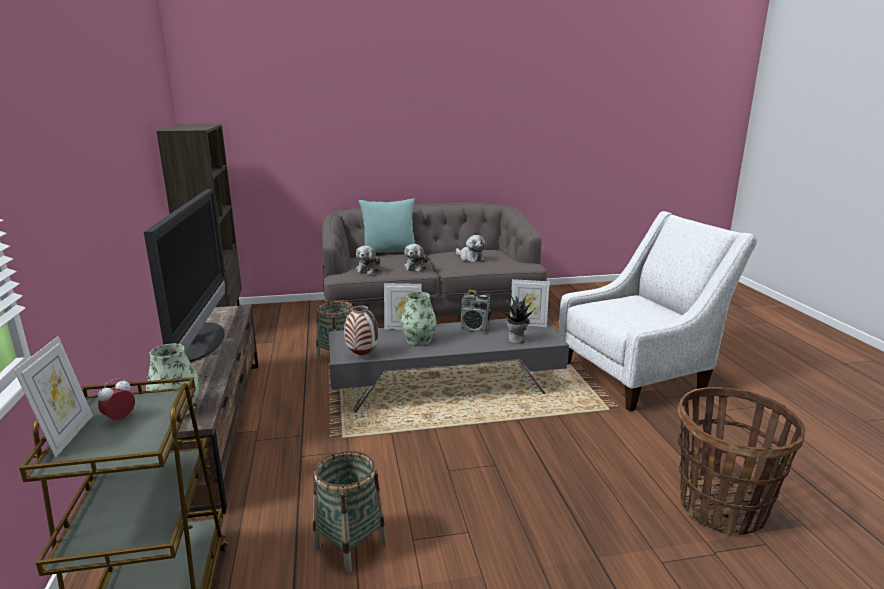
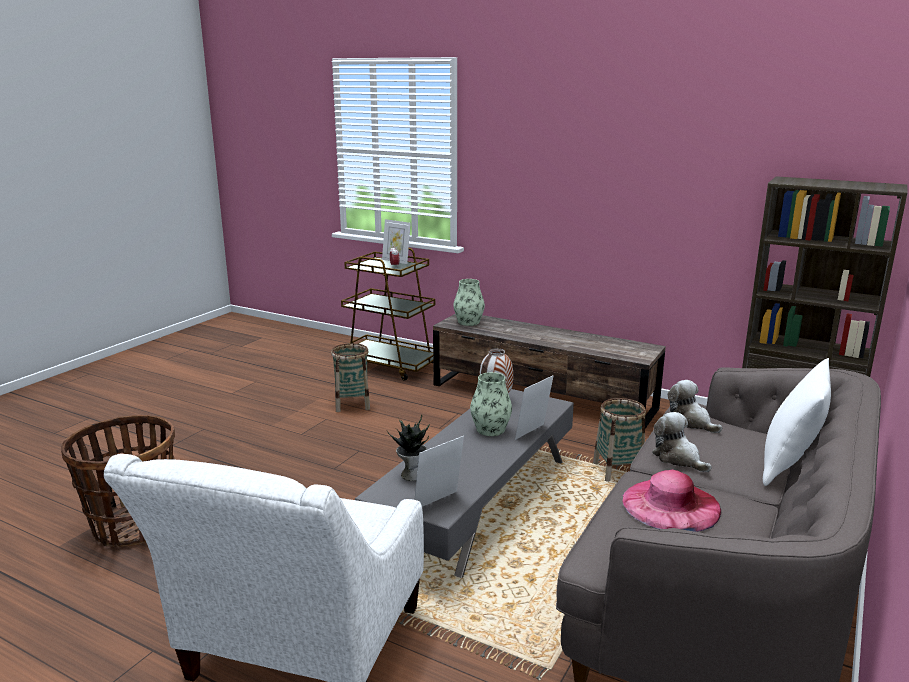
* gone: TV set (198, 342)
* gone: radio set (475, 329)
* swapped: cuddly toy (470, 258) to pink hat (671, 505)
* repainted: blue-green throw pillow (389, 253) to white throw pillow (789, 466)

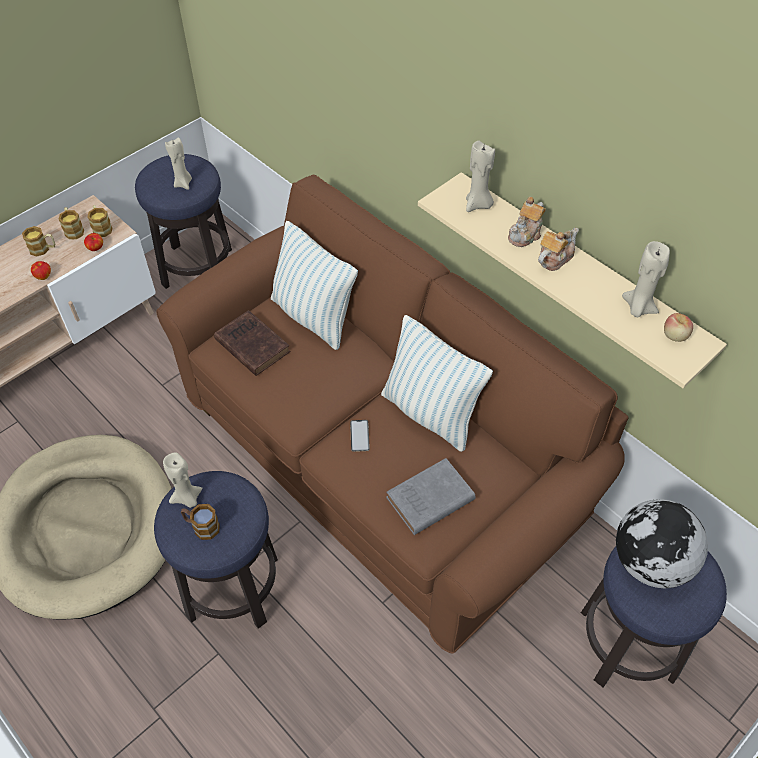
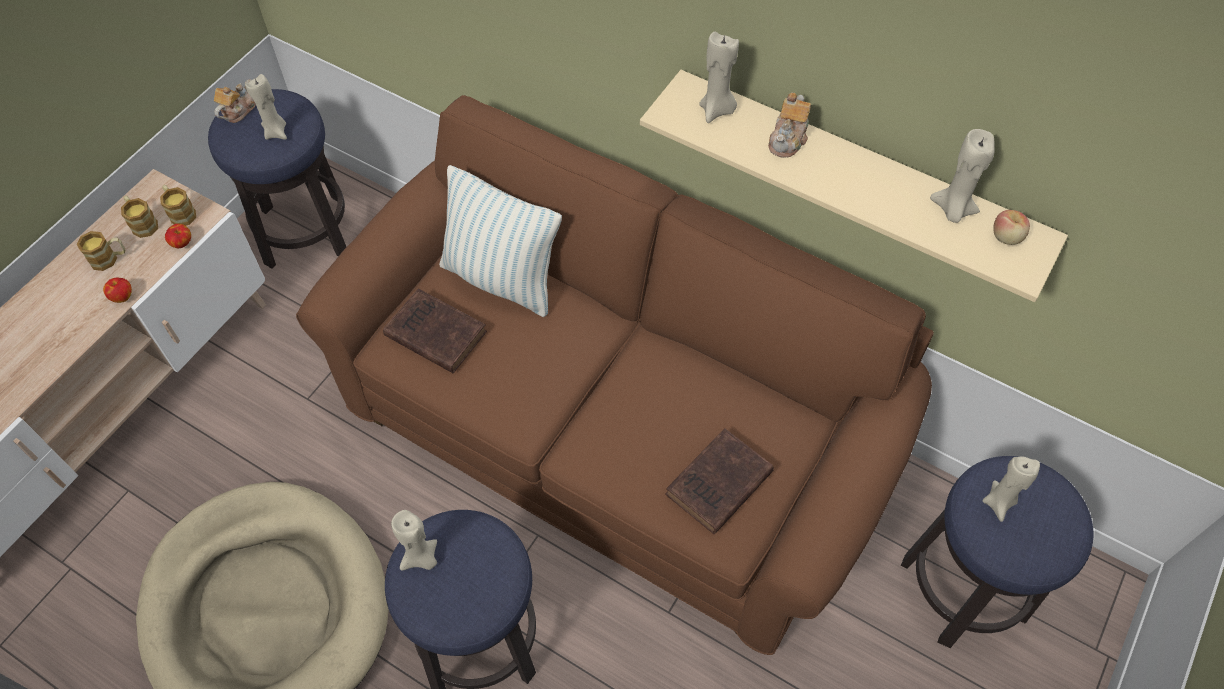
* gone: tea mug (201, 527)
* gone: handset (359, 435)
* gone: throw pillow (430, 413)
* shifted: teapot (554, 258) to (238, 111)
* swapped: desk globe (650, 562) to beige-coloured candle (999, 502)
* repainted: greyish volume (428, 500) to brown-coloured volume (717, 485)

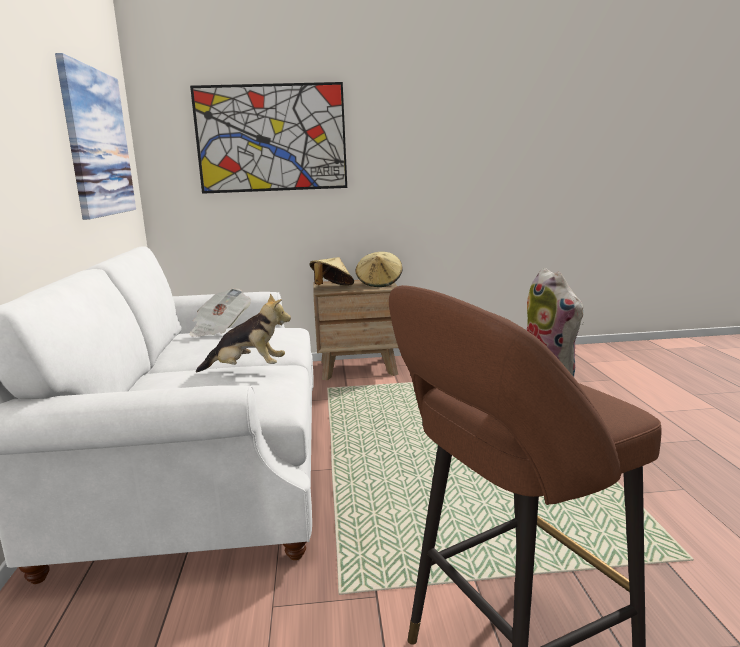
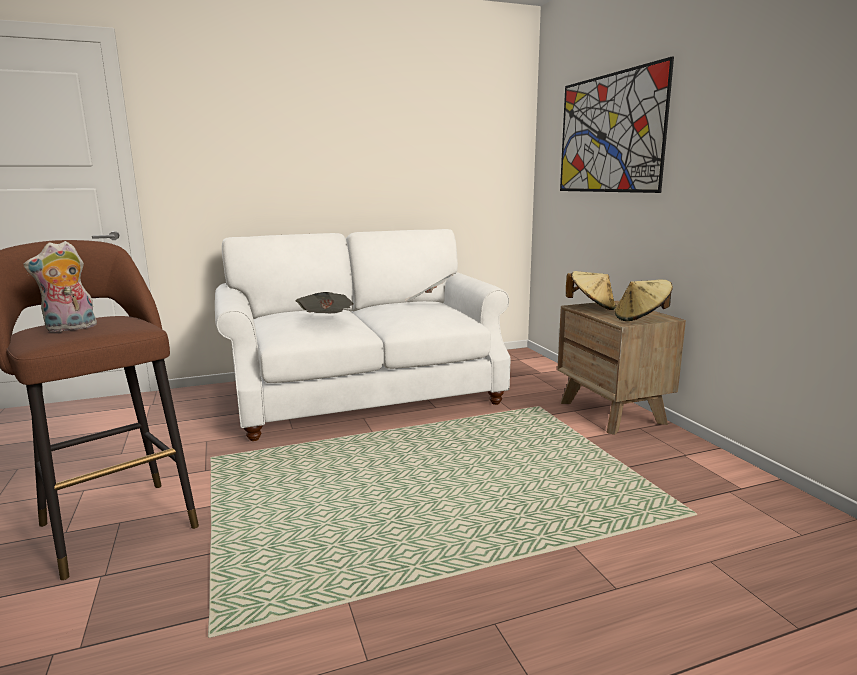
* gone: wall art (98, 143)
* swapped: cuddly toy (248, 369) to printed paper (326, 319)

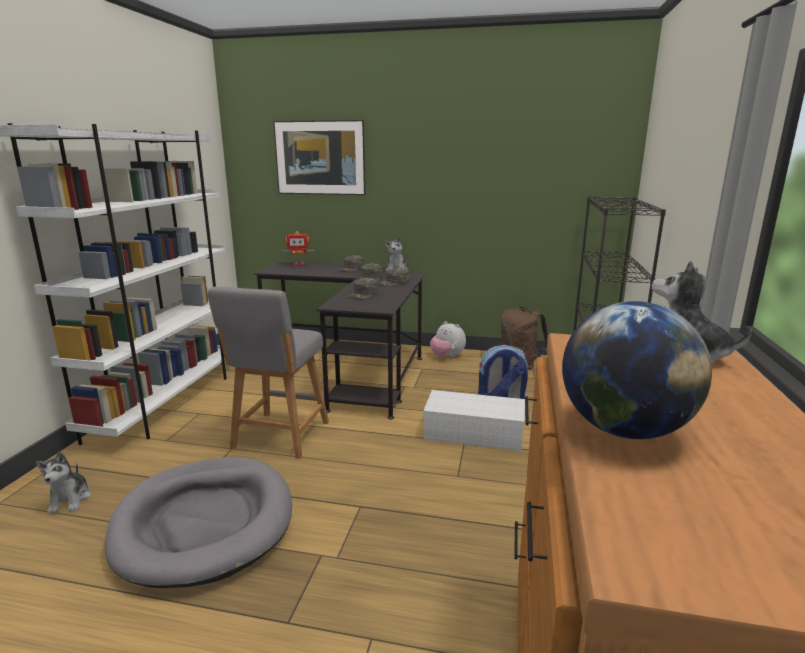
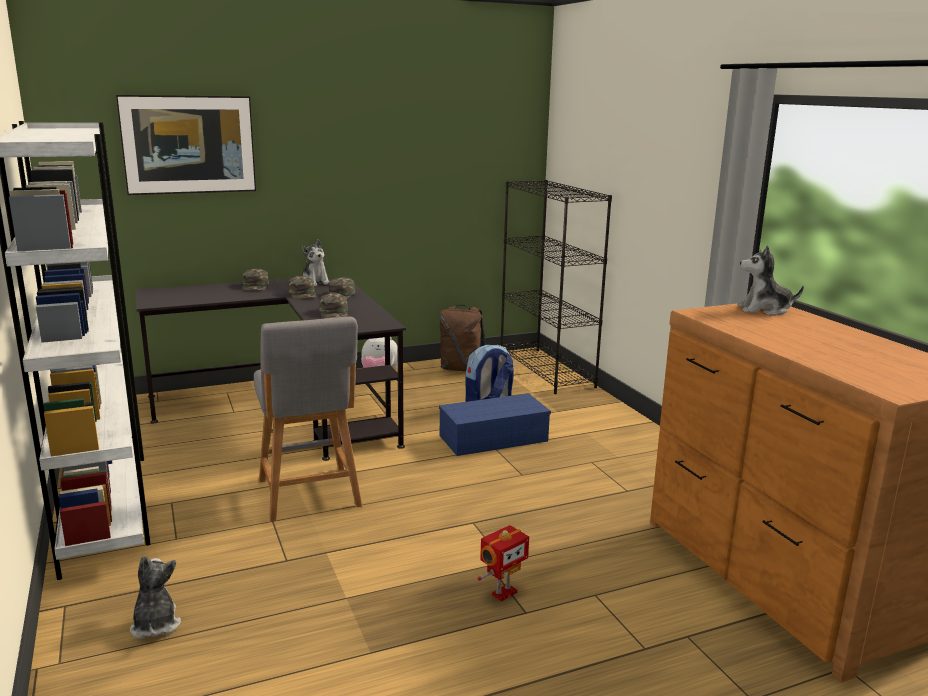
* gone: greyish pet bed (205, 523)
* gone: desk globe (624, 430)
* shifted: robot figure (299, 265) to (503, 592)
* repainted: white storage bin (475, 432) to blue-coloured storage bin (494, 437)
* rotated: cuddly toy (70, 499) = (155, 625) 150 degrees counterclockwise

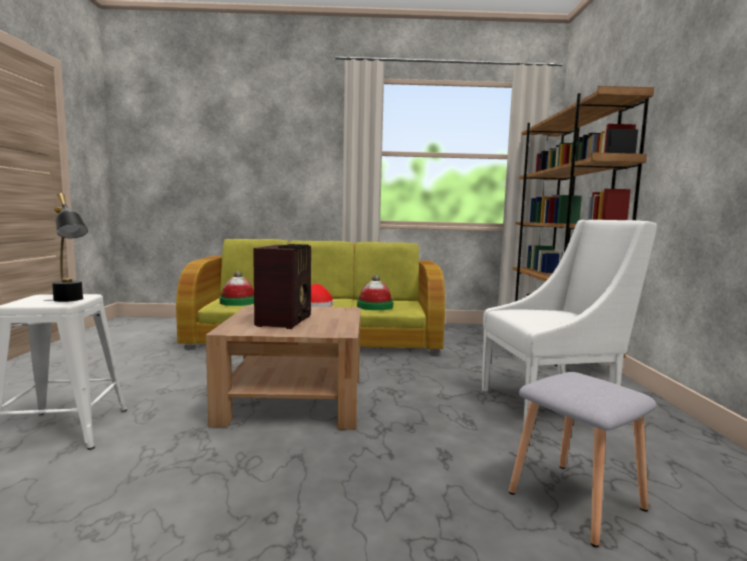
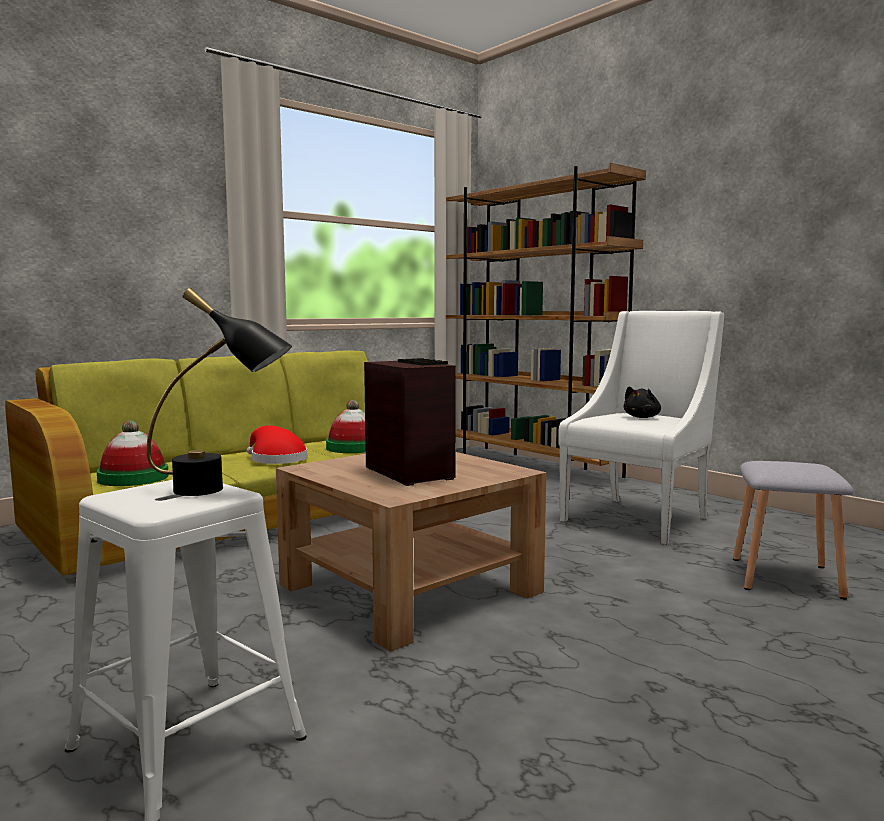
* new: blackish cuddly toy (642, 417)

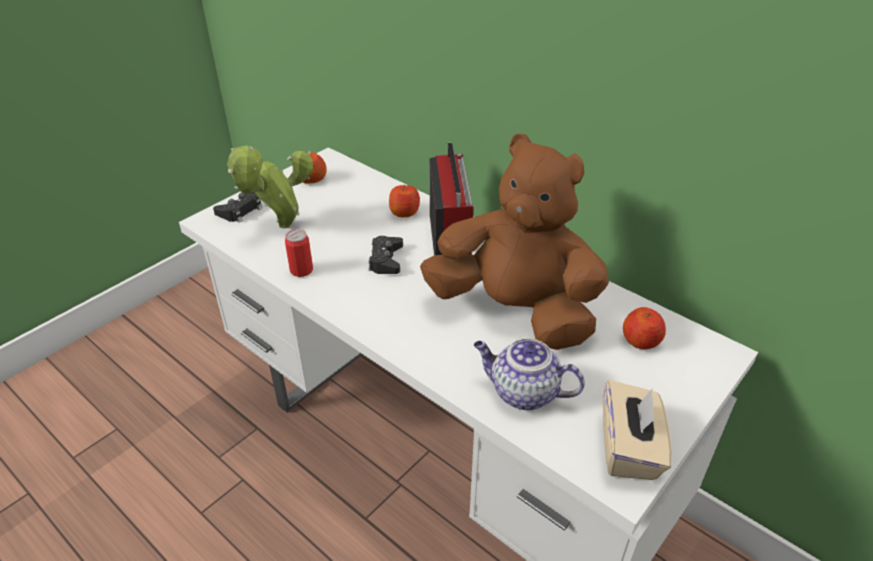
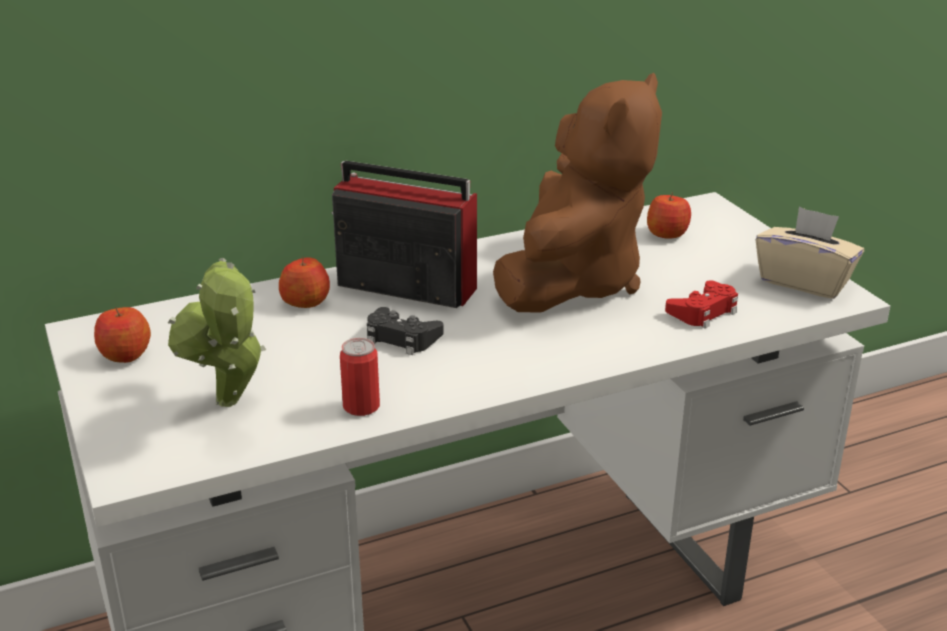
* gone: blackish game controller (240, 210)
* swapped: teapot (522, 392) to red game controller (703, 311)
* rotated: brown-coloured cuddly toy (515, 311) = (572, 282) 150 degrees clockwise

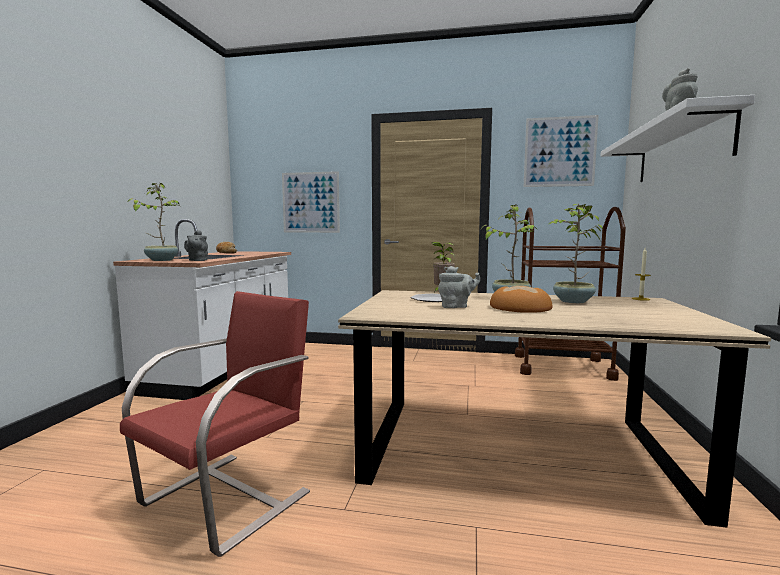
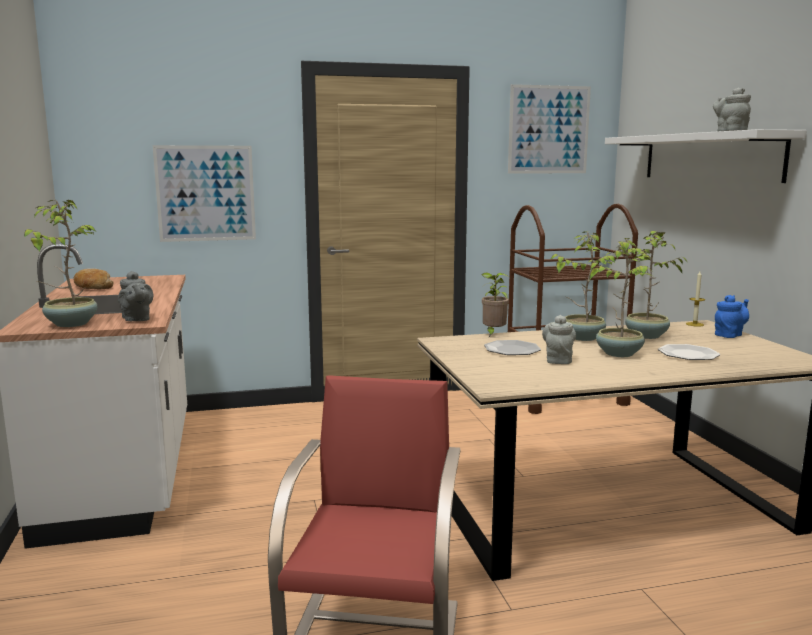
* new: flat dish (688, 354)
* new: blue-coloured teapot (729, 335)
* swapped: bread (520, 308) to potted plant (618, 353)
* rotated: greyish teapot (456, 307) = (558, 360) 45 degrees counterclockwise

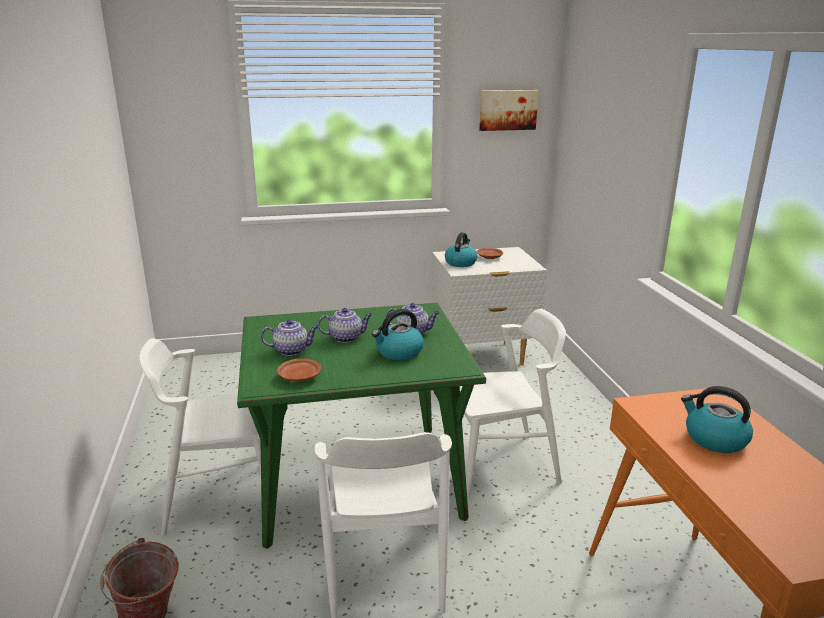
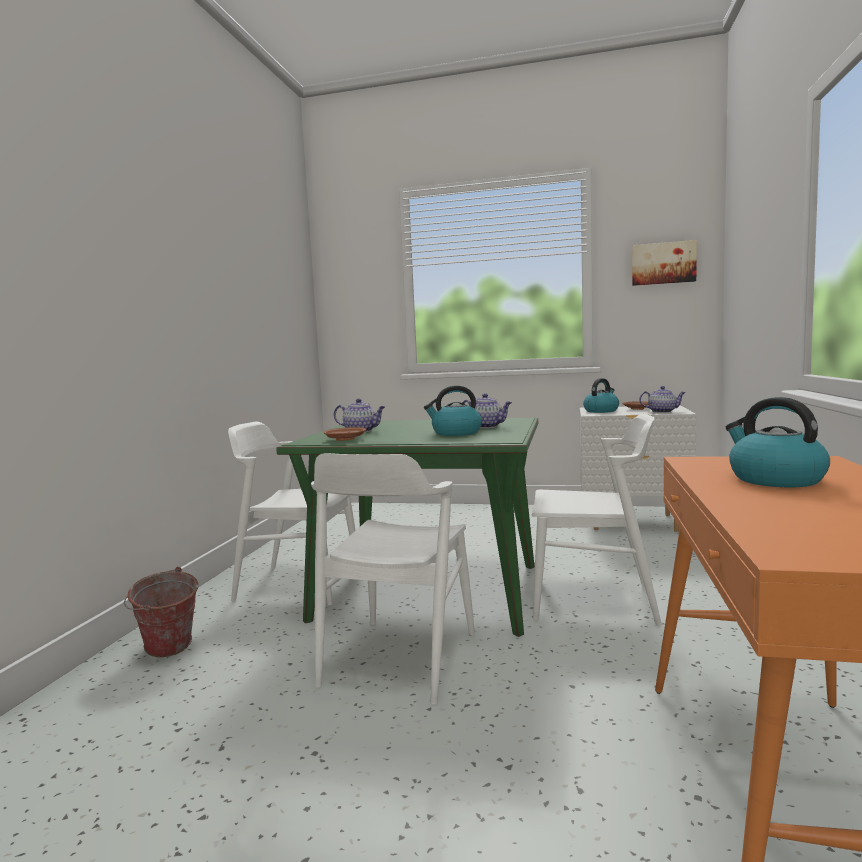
* shifted: teapot (346, 337) to (662, 411)

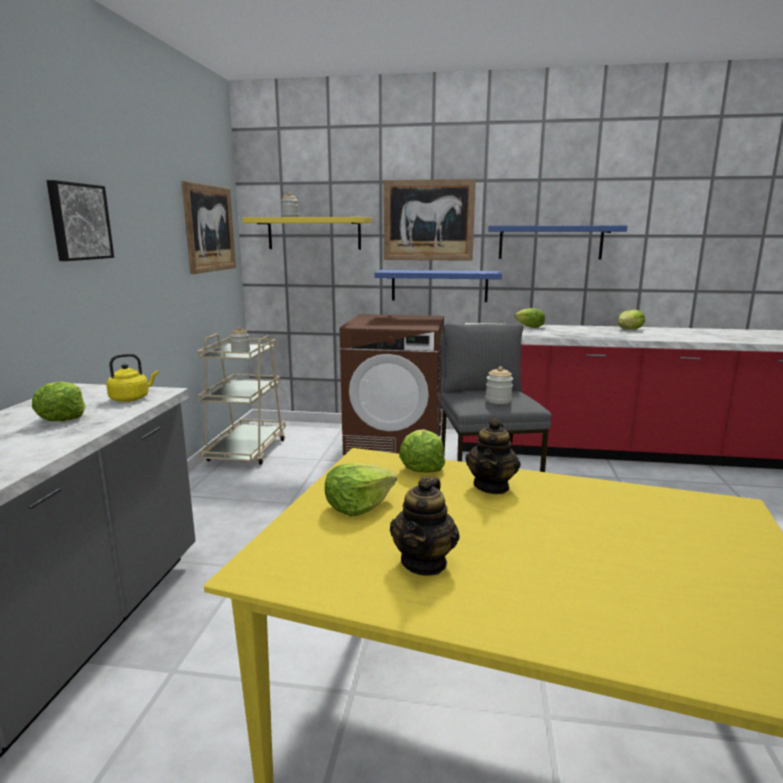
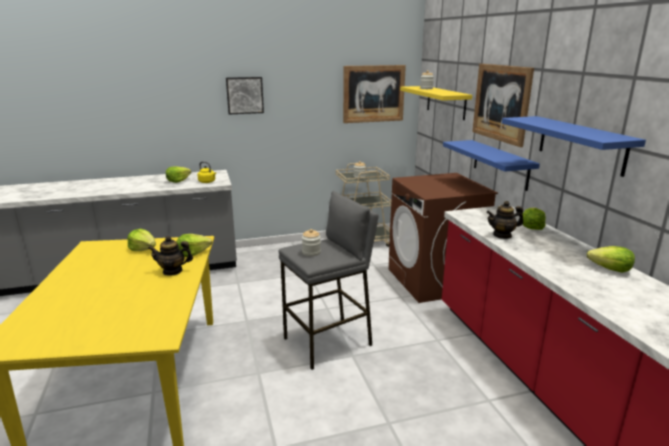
* shifted: teapot (424, 562) to (502, 235)

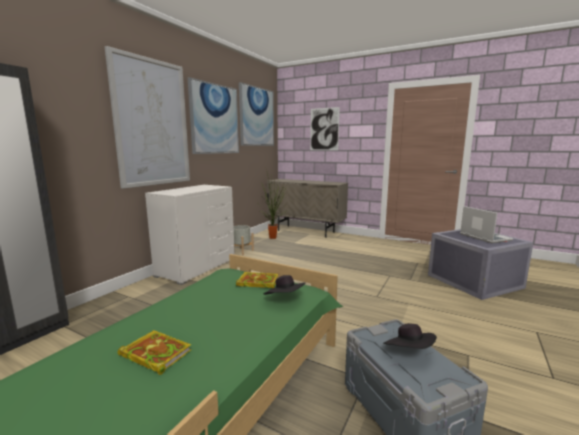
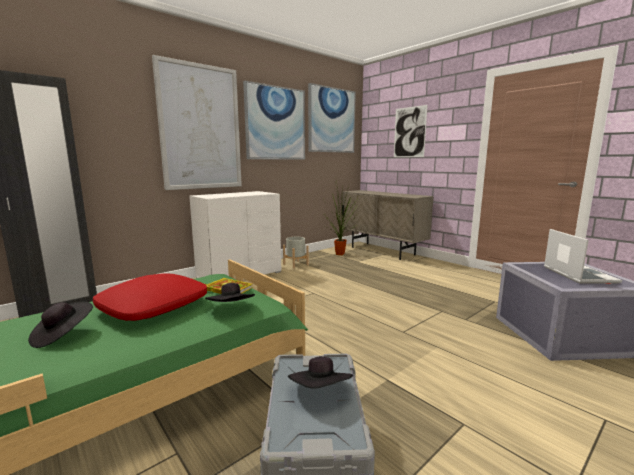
* new: red throw pillow (154, 307)
* swapped: volume (154, 354) to blackish hat (62, 335)

